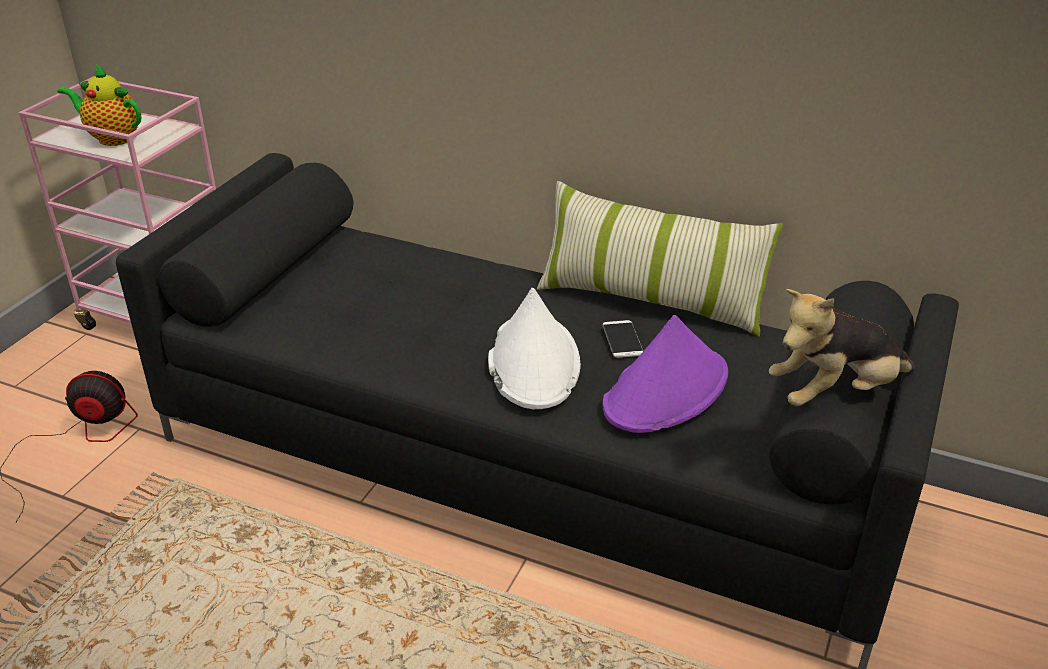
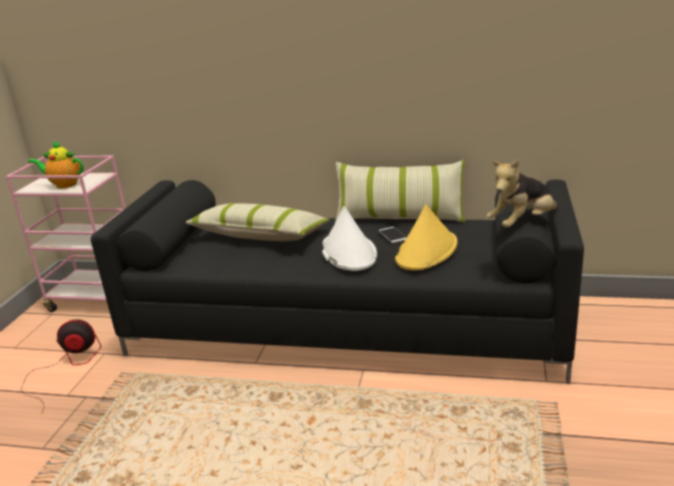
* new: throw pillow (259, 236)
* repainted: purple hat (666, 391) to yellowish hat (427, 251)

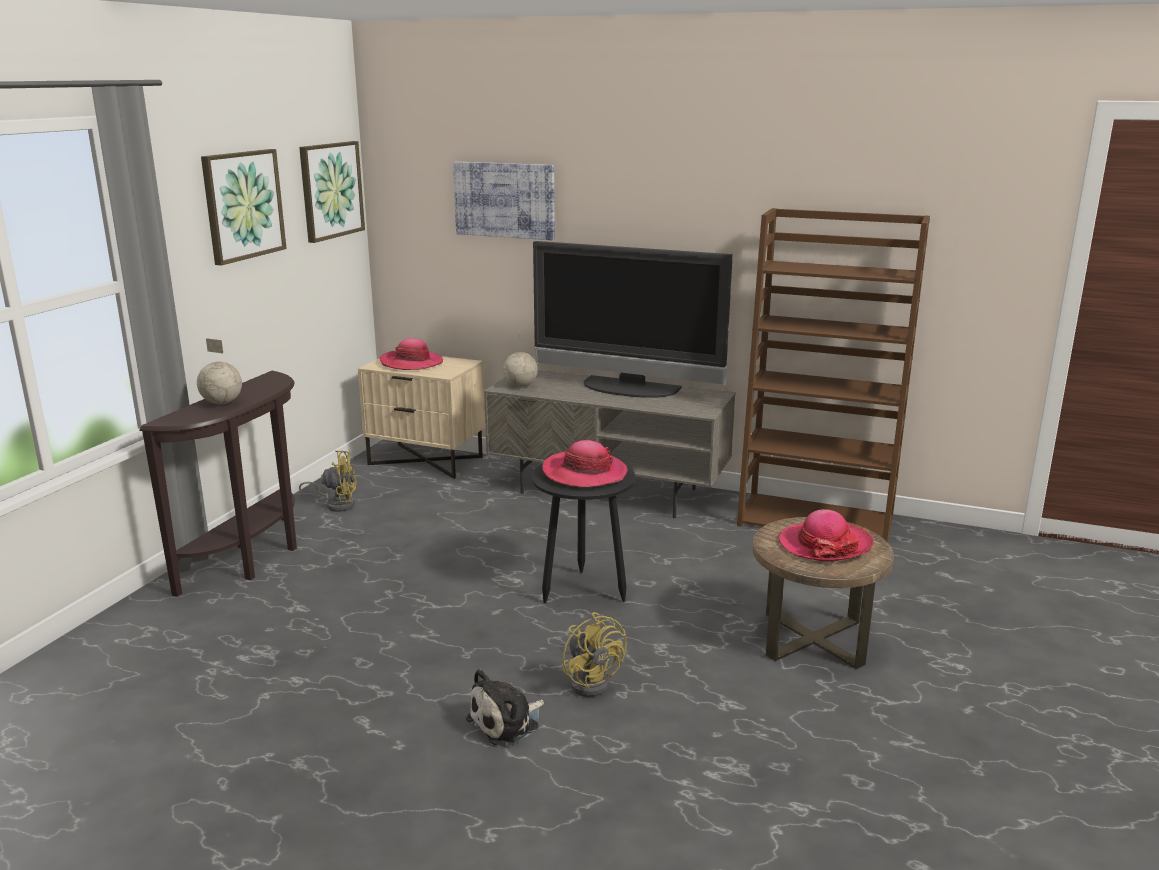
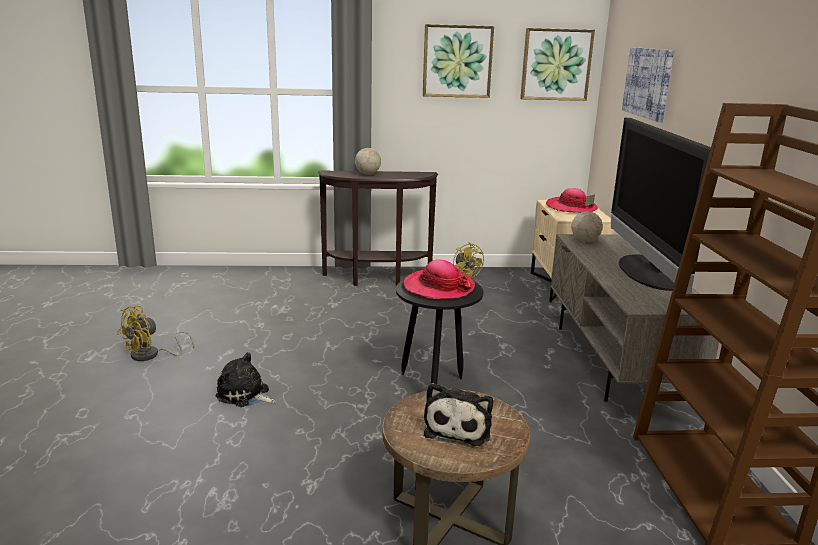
* shifted: yellowish cooling fan (592, 681) to (151, 355)
* swapped: hat (825, 544) to cuddly toy (459, 427)

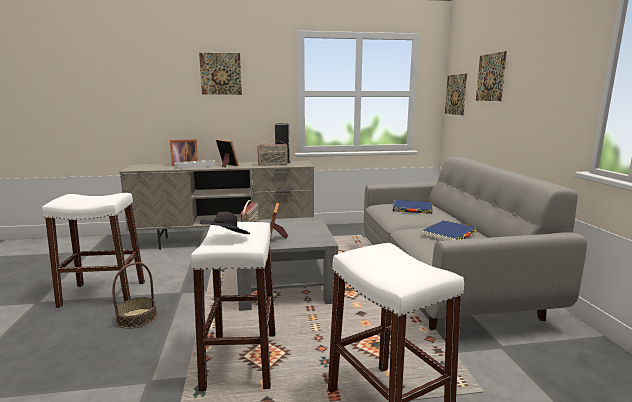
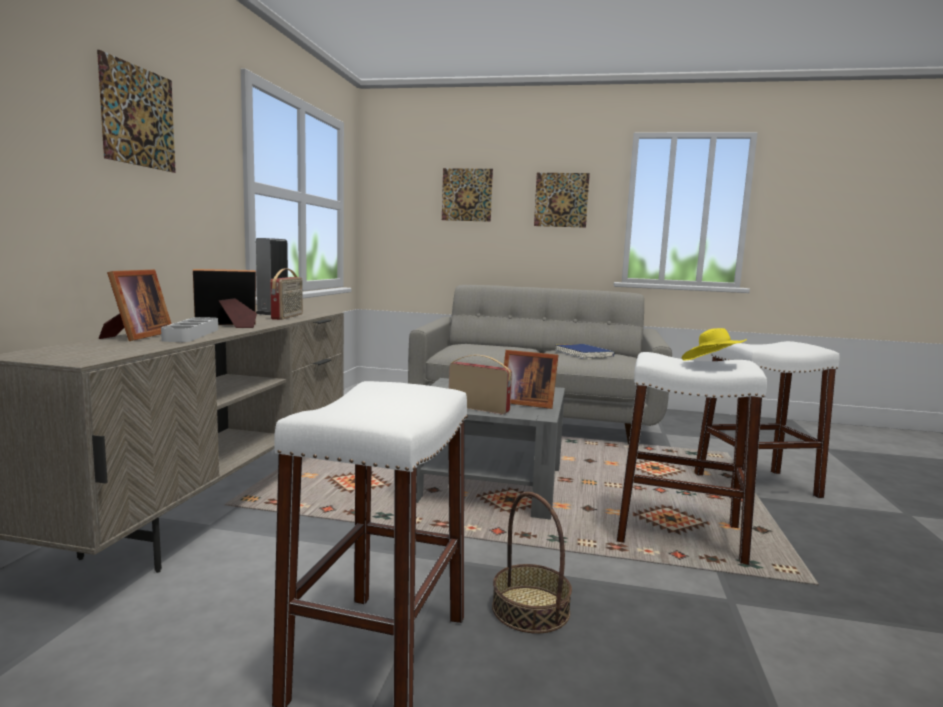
* gone: blue-coloured volume (412, 209)
* shifted: wall art (455, 94) to (561, 200)
* repainted: blackish hat (226, 239) to yellowish hat (712, 364)

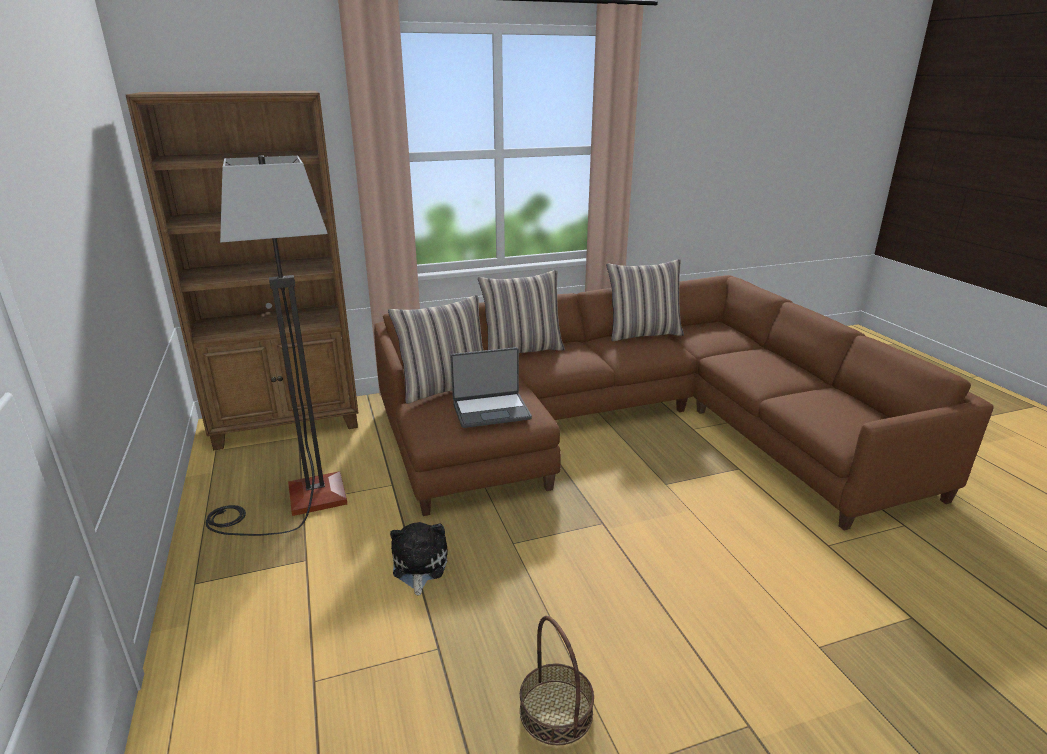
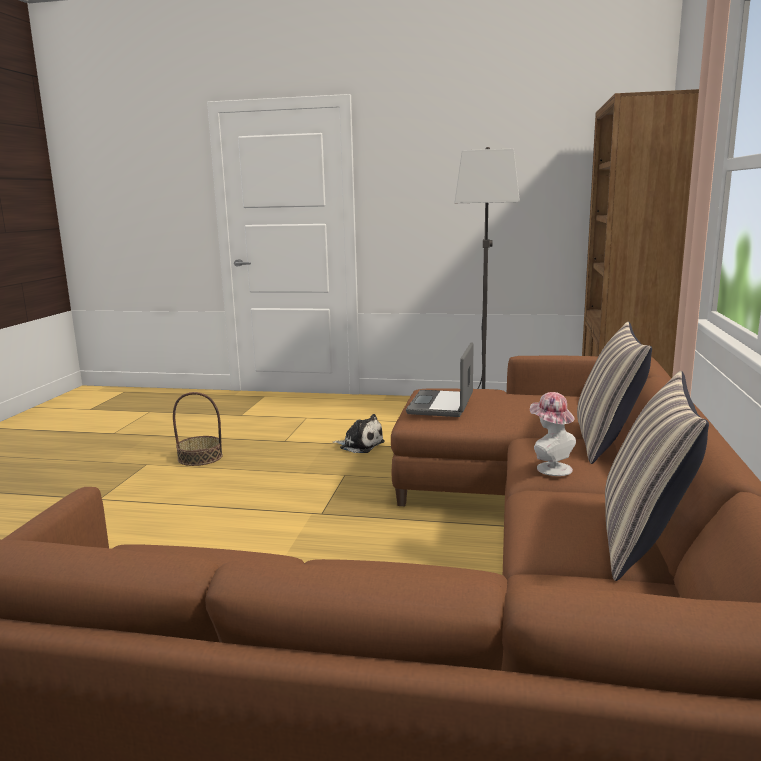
* gone: throw pillow (445, 387)
* new: hat (550, 467)

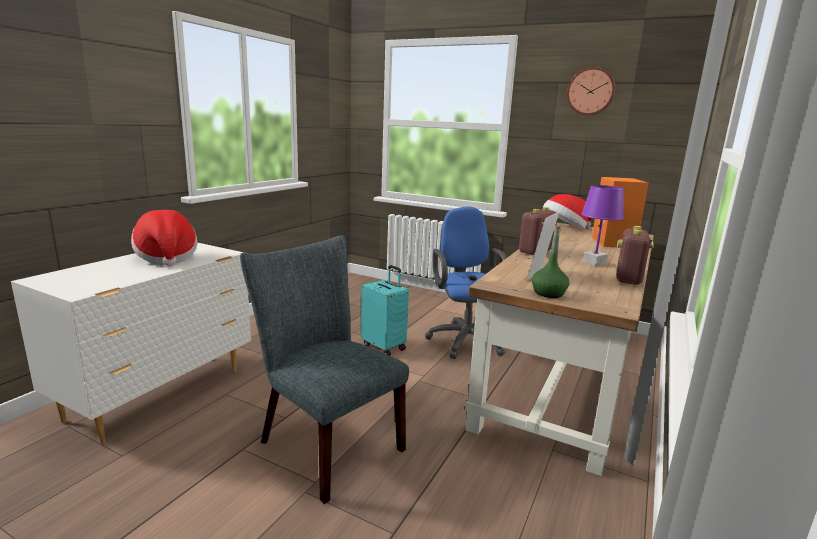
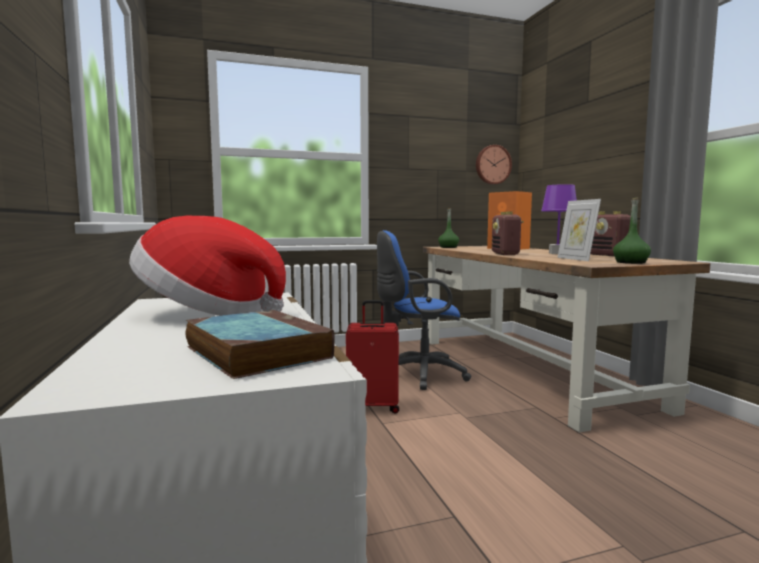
* gone: greyish chair (324, 442)
* new: volume (254, 351)
* shifted: hanging clock (591, 91) to (492, 165)
* swapped: hat (565, 228) to green bottle (448, 247)
* repainted: blue-green suitcase (384, 346) to red suitcase (373, 406)
* rotated: blue-coloured computer chair (464, 339) = (418, 375) 45 degrees counterclockwise

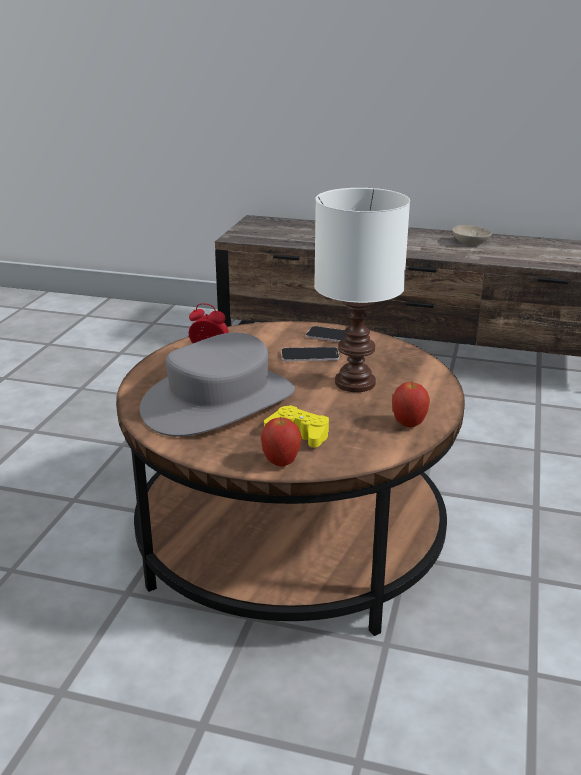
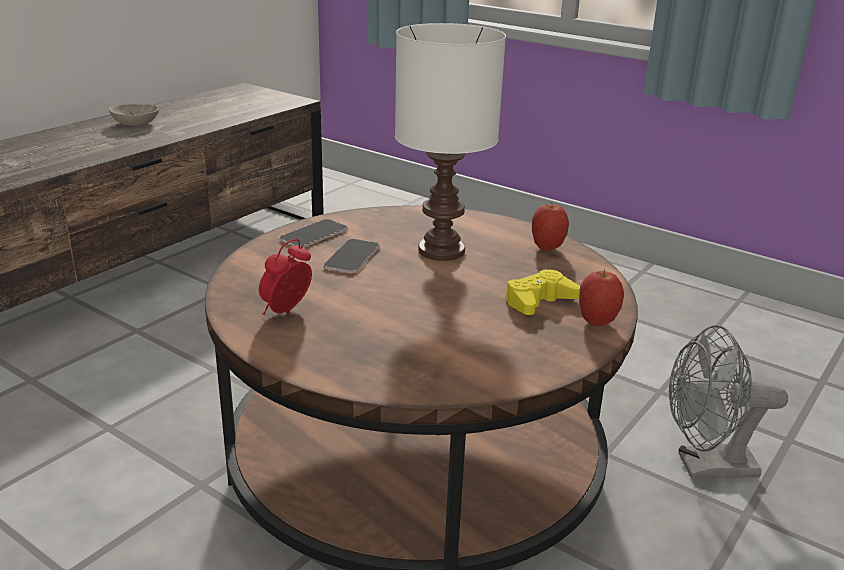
* gone: greyish hat (219, 402)
* new: greyish cooling fan (705, 467)

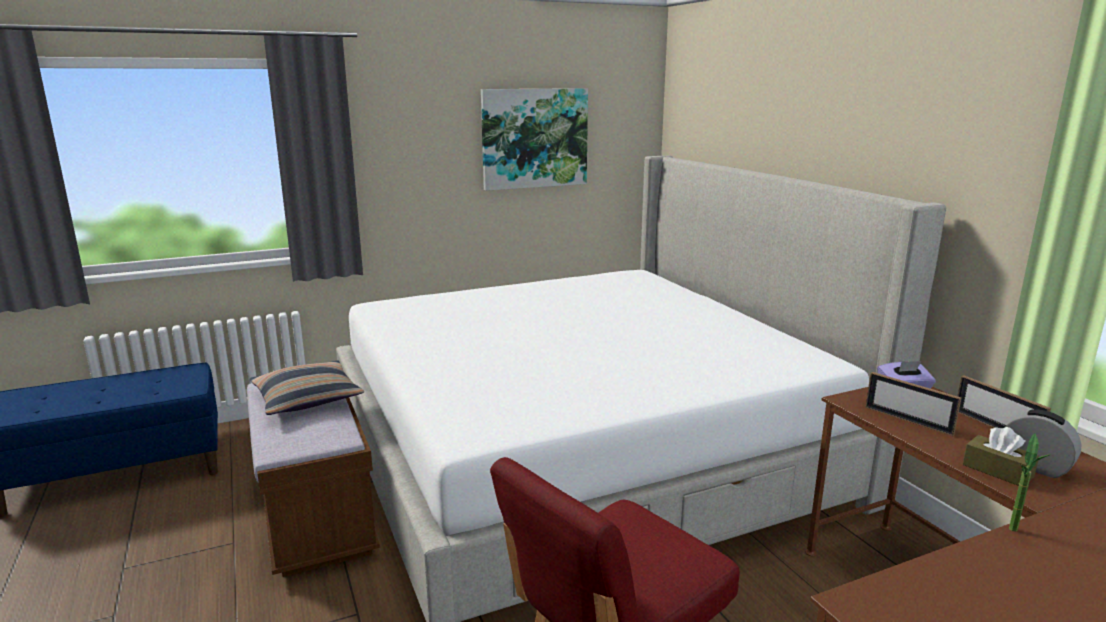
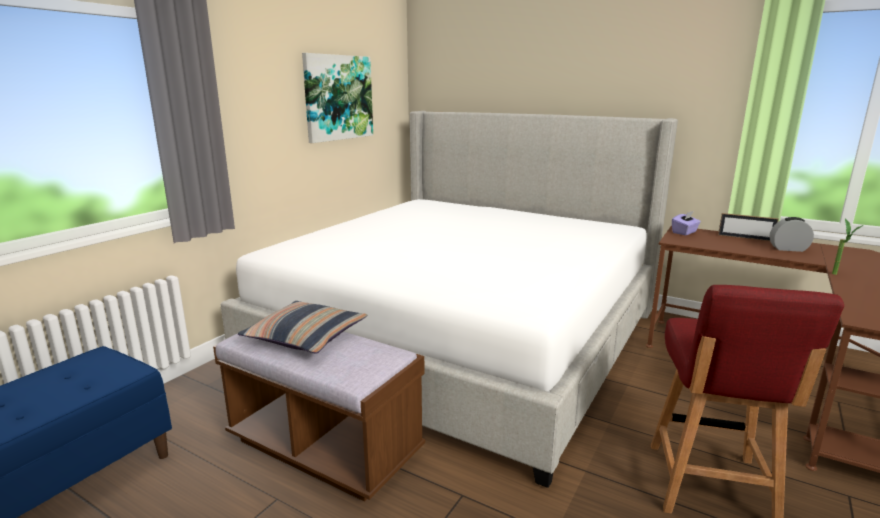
* gone: standing frame (907, 420)
* gone: brown-coloured tissue box (997, 471)

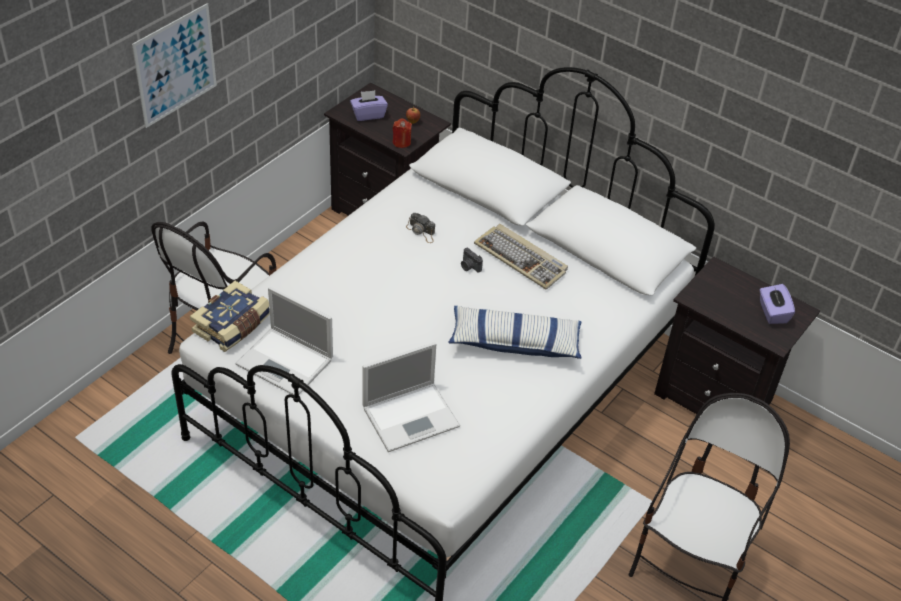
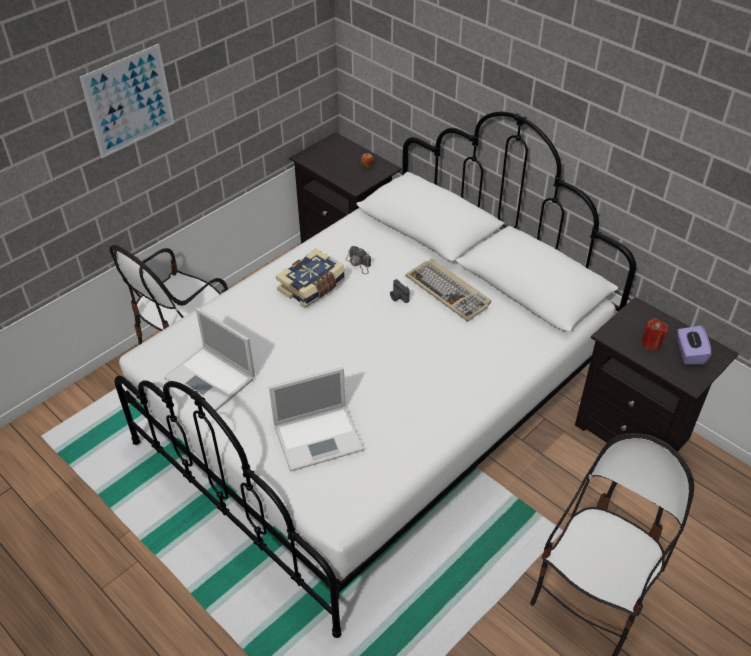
* gone: purple tissue box (368, 114)
* gone: throw pillow (514, 342)
* shifted: volume (233, 326) to (312, 287)
* shifted: red candle (401, 142) to (651, 343)

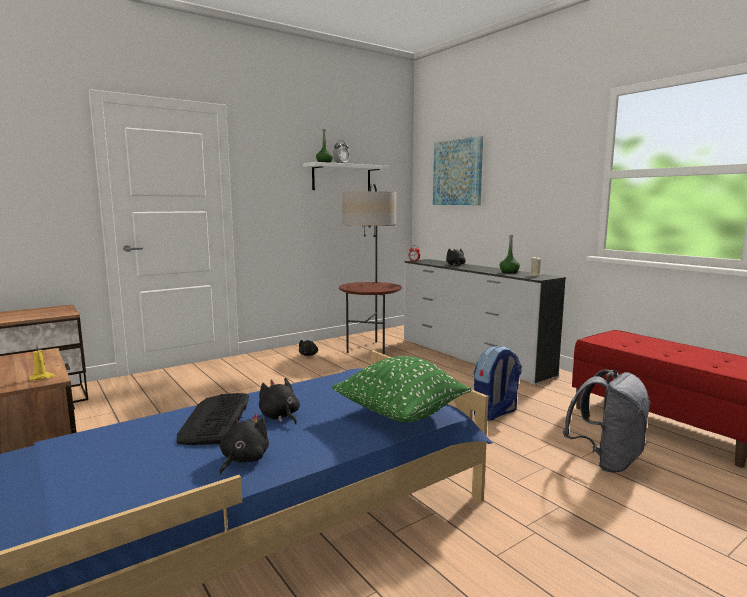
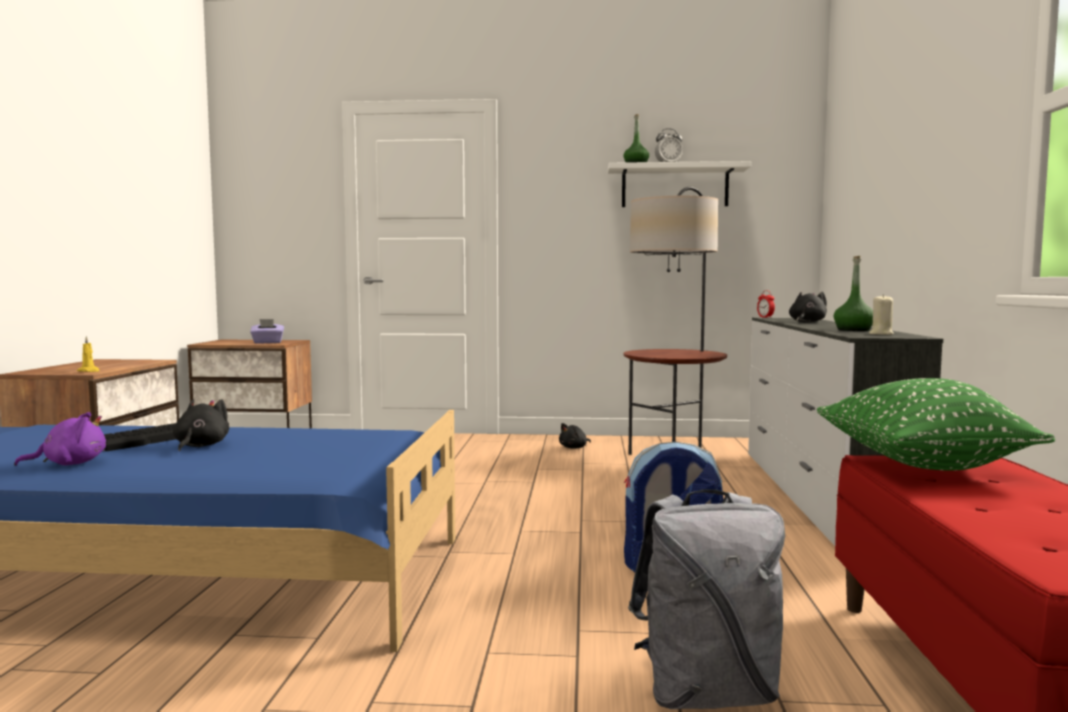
* gone: wall art (458, 172)
* new: purple tissue box (267, 342)
* shifted: green throw pillow (401, 415) to (921, 466)
* repainted: blackish cuddly toy (243, 460) to purple cuddly toy (70, 464)

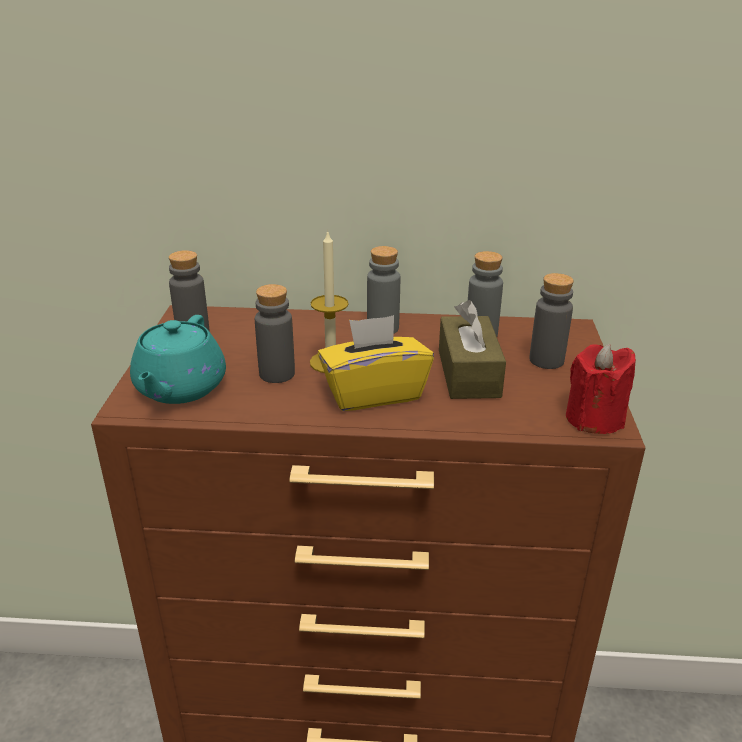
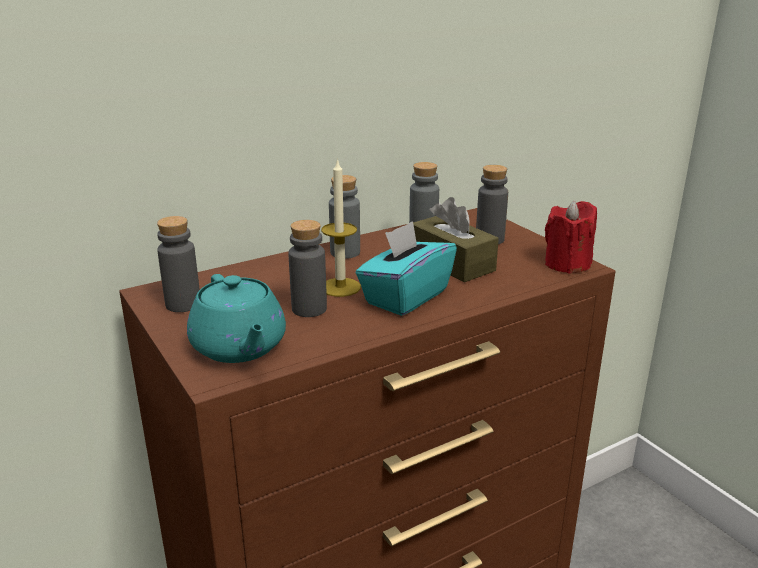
* repainted: yellowish tissue box (373, 393) to blue-green tissue box (405, 296)

